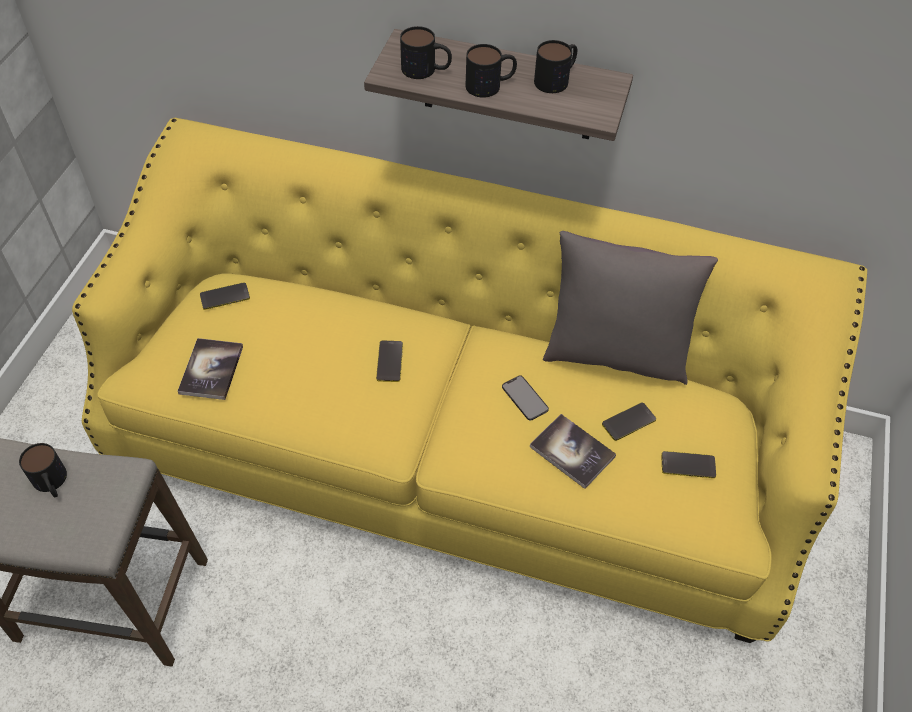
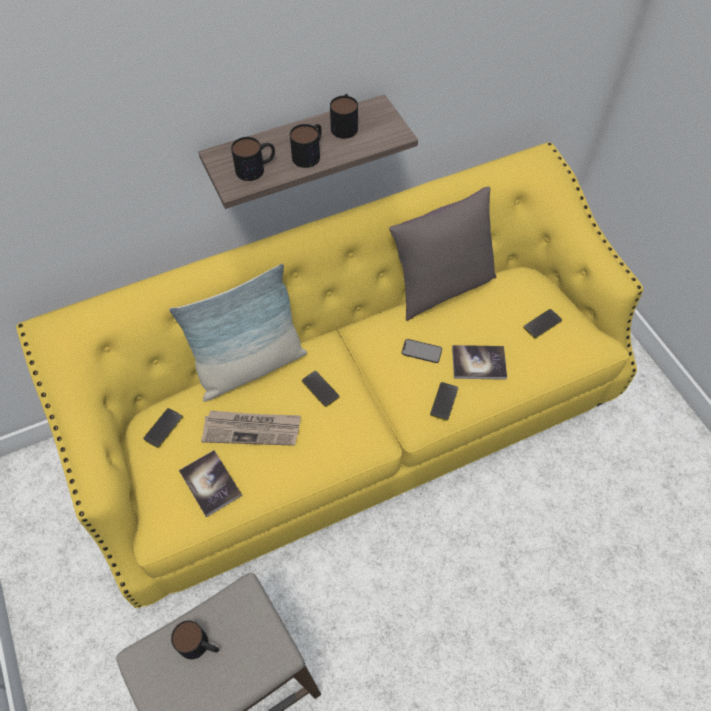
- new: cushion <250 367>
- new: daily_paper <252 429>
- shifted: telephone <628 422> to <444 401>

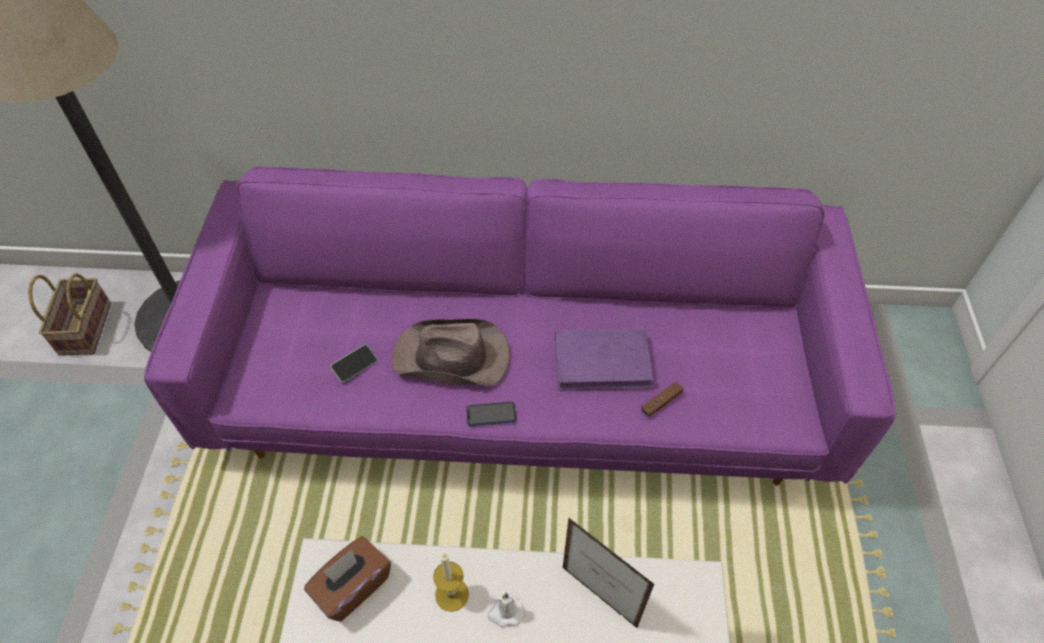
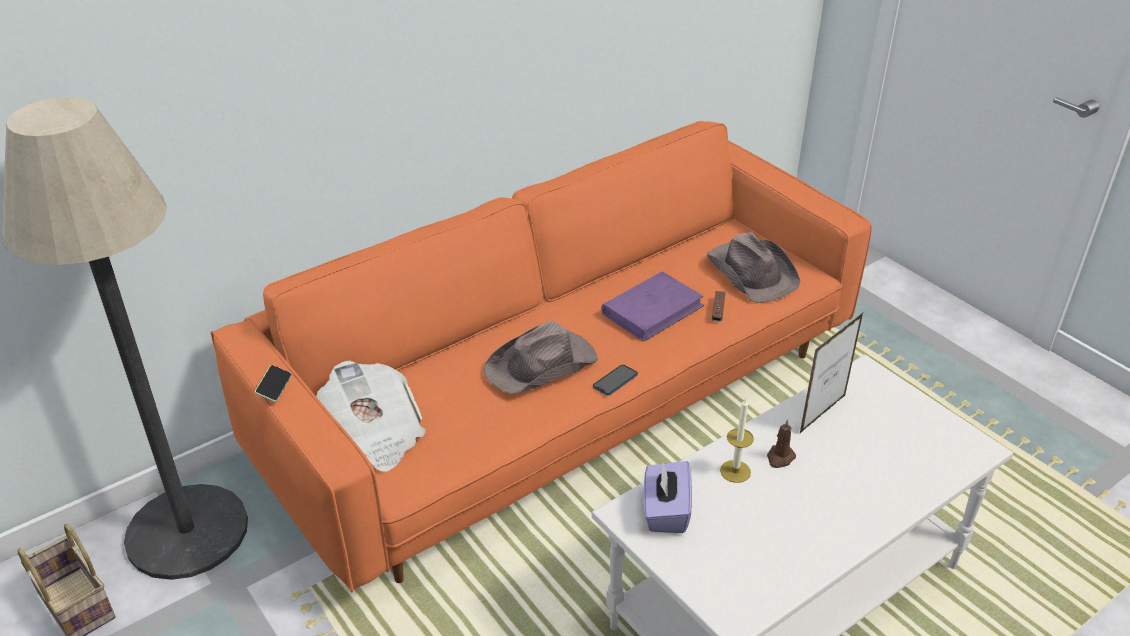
- repainted: purple-coloured_couch <522 386> to orange-coloured_couch <565 403>
- shifted: telephone <355 367> to <274 388>
- new: daily_paper <374 435>
- repainted: brown-coloured_tissue_holder <352 587> to purple-coloured_tissue_holder <665 512>
- new: brown-coloured_wearable_hat <752 272>
- repainted: whitish_wax_candle <505 613> to brown-coloured_wax_candle <780 458>
- rotated: standing_frame <599 597> = <823 414> 45 degrees counterclockwise

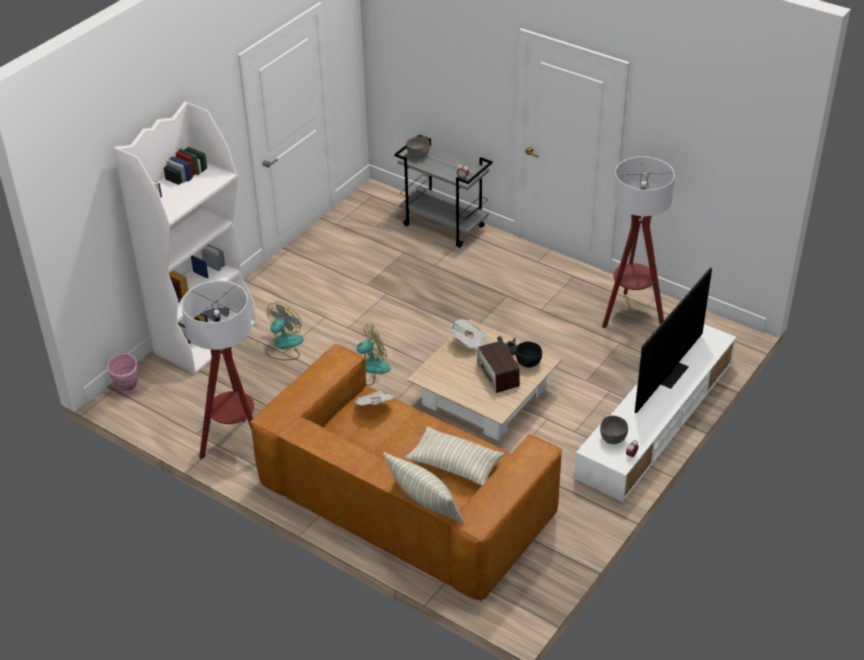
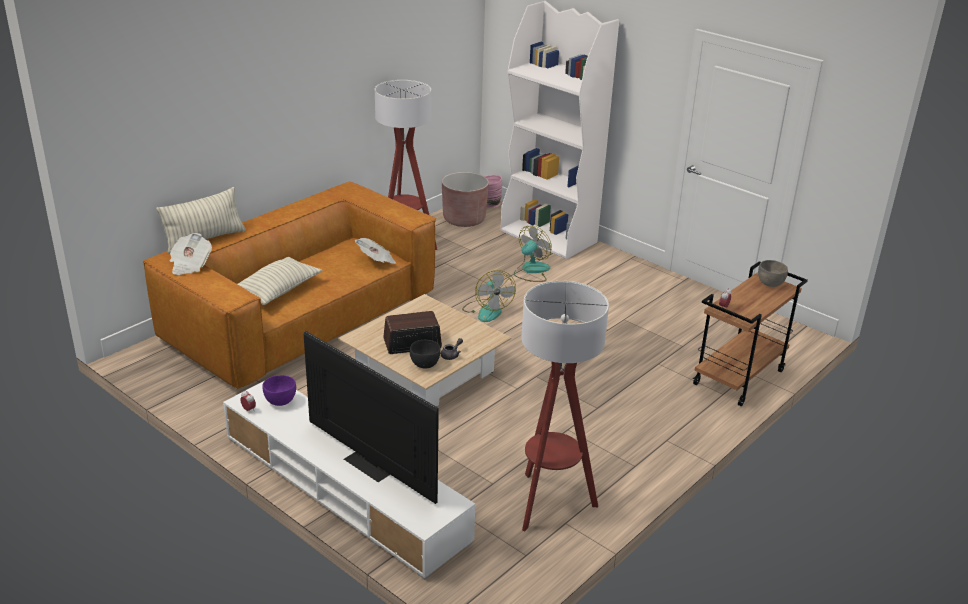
- shifted: daily_paper <471 343> to <190 265>
- repainted: gray_deep_dish <612 439> to purple-coloured_deep_dish <280 401>
- new: brown-coloured_flower_pot <464 219>
- rotated: fan <284 345> = <531 271> 90 degrees counterclockwise
- repainted: gray_trolley <445 226> to brown-coloured_trolley <739 378>

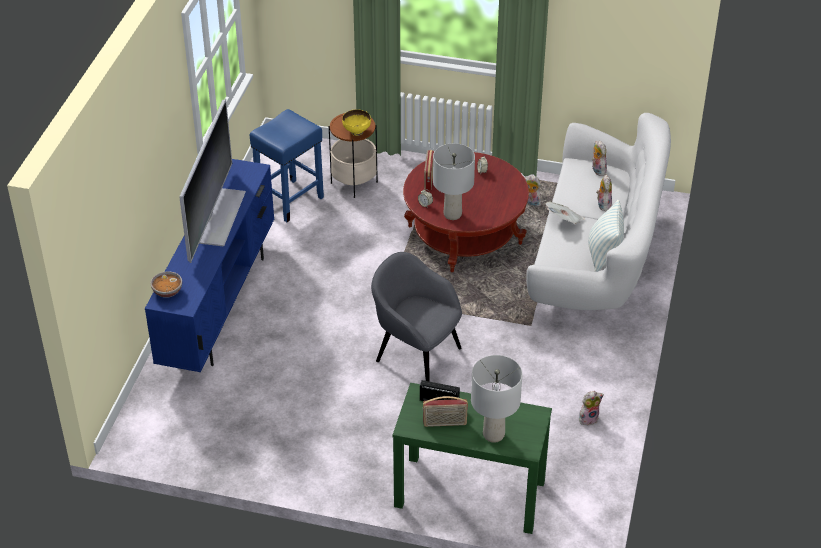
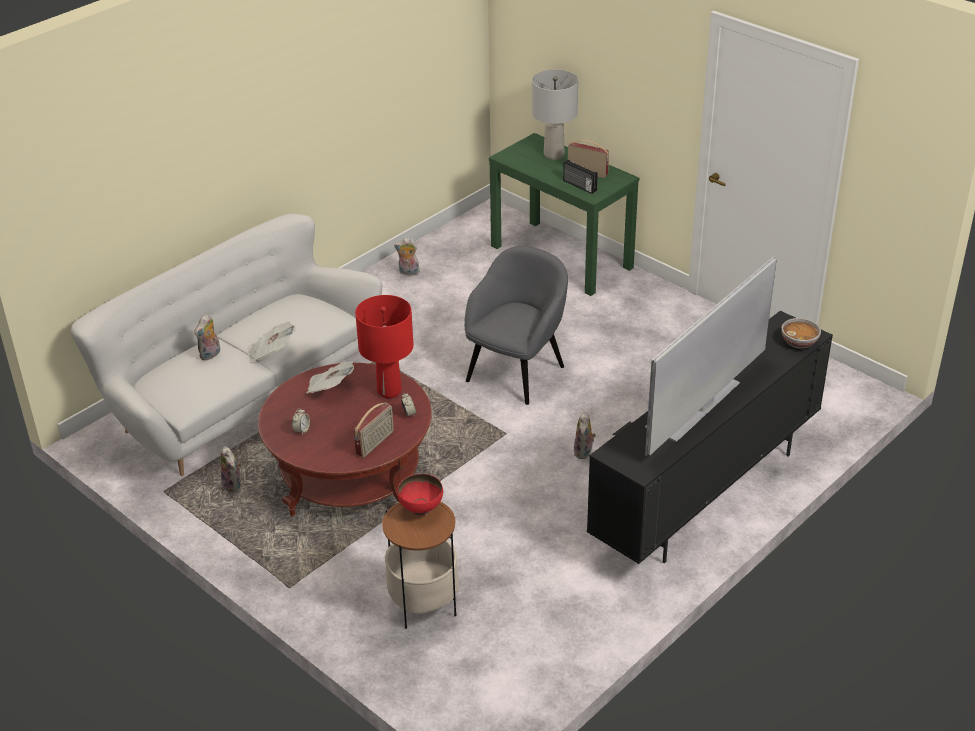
- new: daily_paper <330 388>
- repainted: gray_lamp_for_a_table <452 214> to red-coloured_lamp_for_a_table <389 391>
- repainted: yellowish_deep_dish <356 132> to red-coloured_deep_dish <421 509>
- rotated: gray_easy_chair <416 353> = <516 372> 120 degrees counterclockwise
- shifted: plush_toy <597 170> to <584 452>
- repainted: blue_tv_unit <219 306> to black-coloured_tv_unit <705 495>
- gone: blue_stool <290 200>
- gone: cushion <603 255>

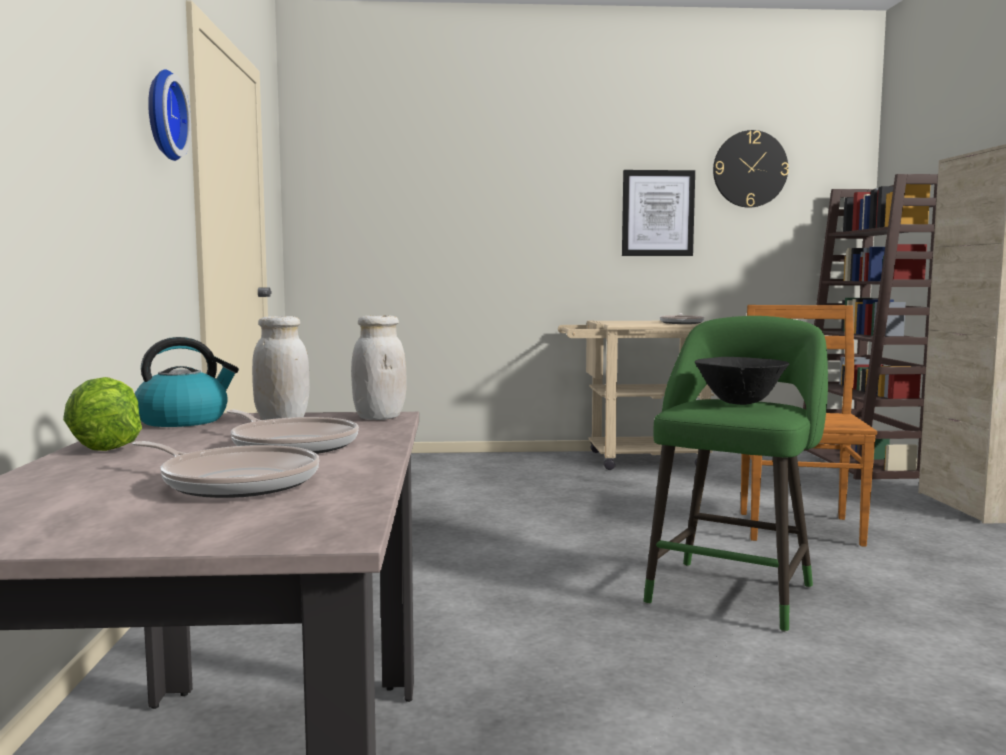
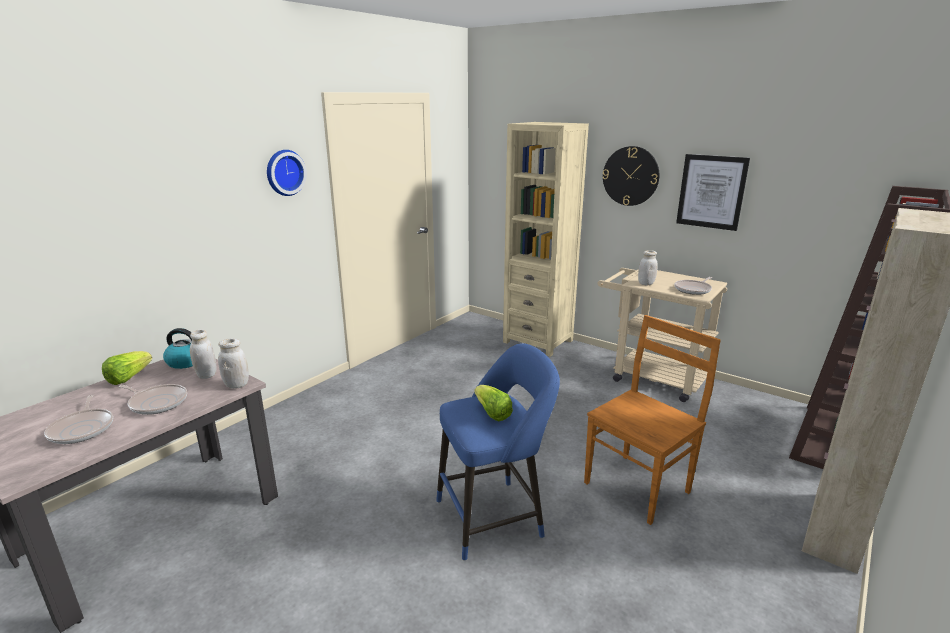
- rotated: pan <292 445> = <157 402> 60 degrees counterclockwise
- repainted: green-coloured_stool <733 591> to blue_stool <494 517>
- swapped: black-coloured_deep_dish <740 403> to head_of_lettuce <492 413>
- new: sand-coloured_bookshelf <538 341>
- shifted: hanging_clock <750 169> to <630 176>
- new: whitish_preserve_jar <646 283>

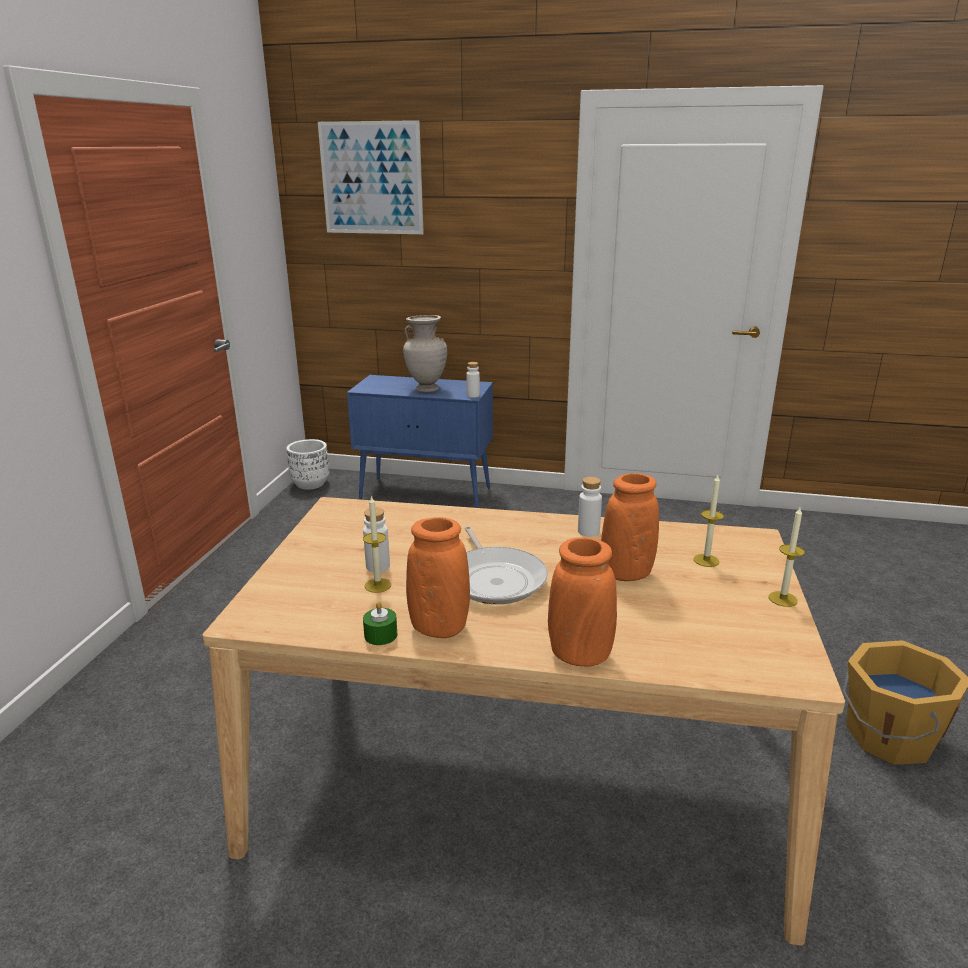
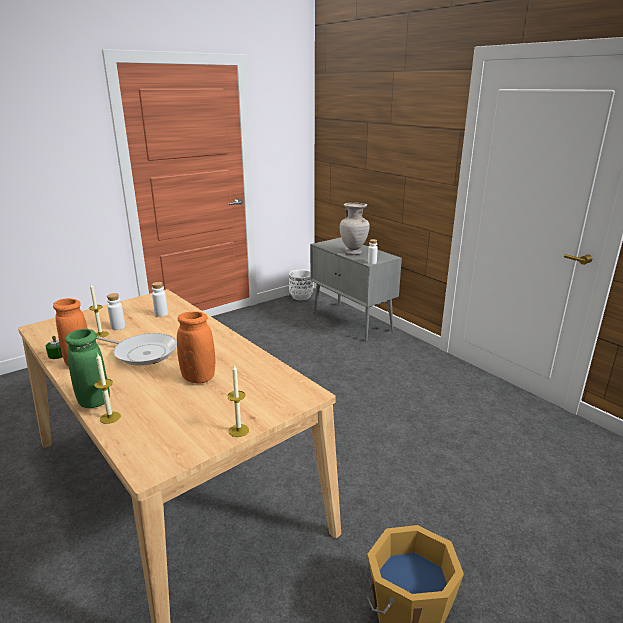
- repainted: orange-coloured_flower_vase <579 655> to green-coloured_flower_vase <94 401>
- shifted: wax_candle <706 560> to <110 417>
- rotated: pan <495 579> = <143 353> 90 degrees counterclockwise
- shifted: whitish_beverage_bottle <588 531> to <161 314>
- repainted: blue_cupboard <426 493> to gray_cupboard <352 322>
- gone: wall_art <371 178>

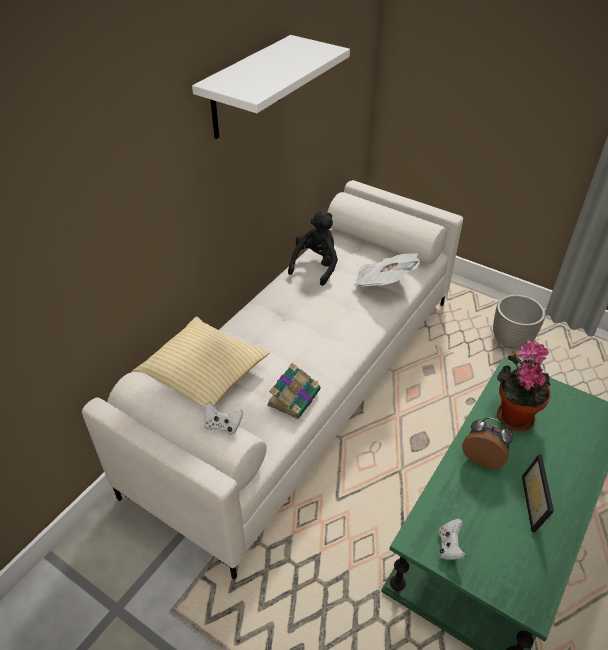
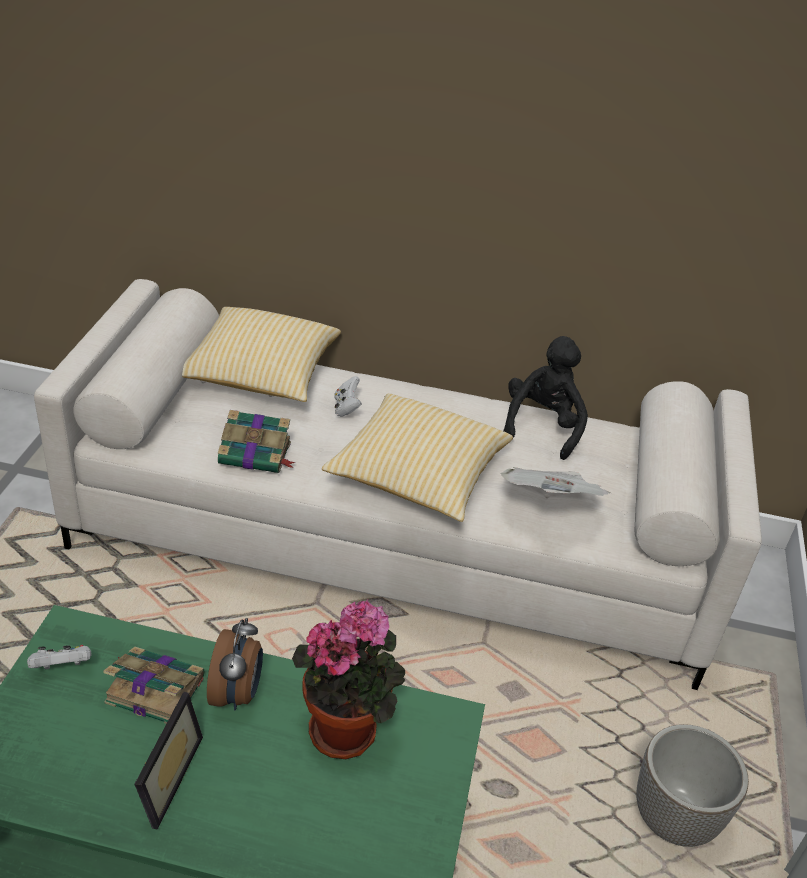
- new: bound_book <153 689>
- rotated: standing_frame <538 504> = <162 776> 120 degrees clockwise
- new: cushion <417 476>
- shifted: whitish_gamepad <223 426> to <346 408>
- rotated: black-coloured_plush_toy <316 266> = <542 427> 75 degrees counterclockwise
- gone: whitish_wall_shelf <246 88>

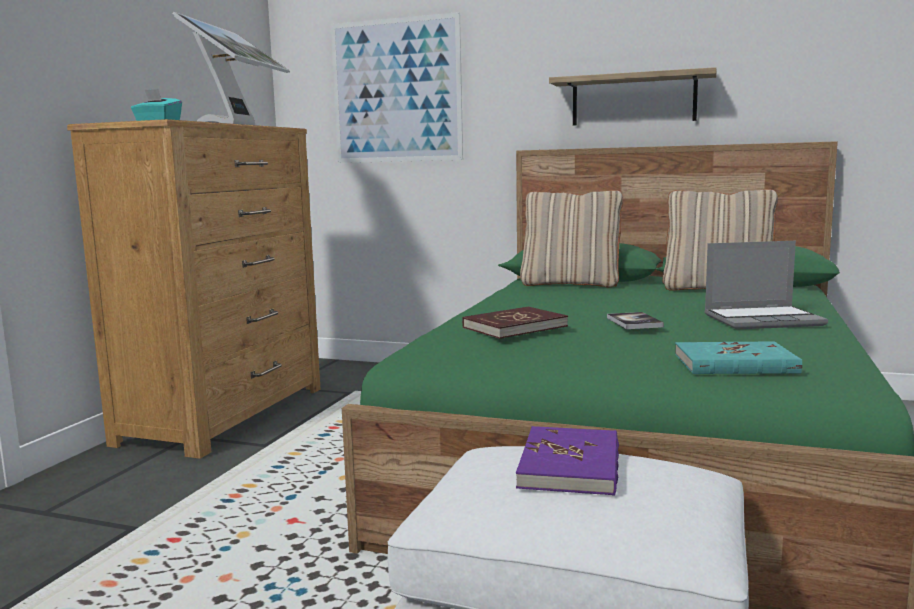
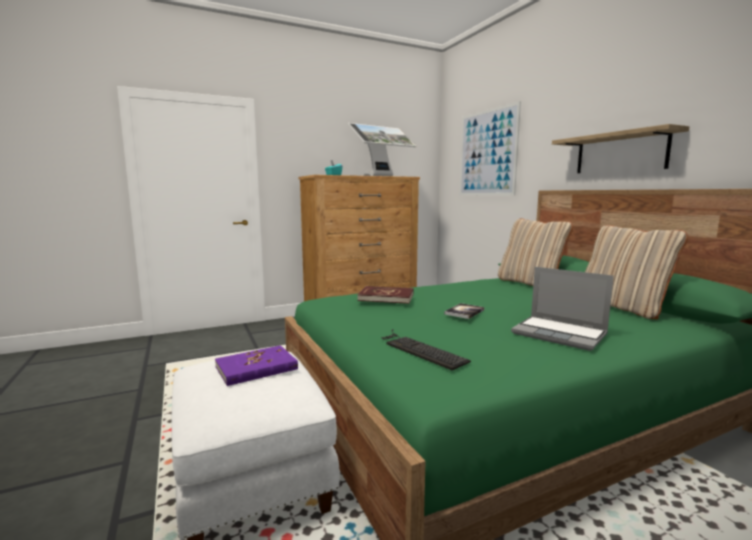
- swapped: turquoise_bound_book <735 364> to keyboard <418 349>

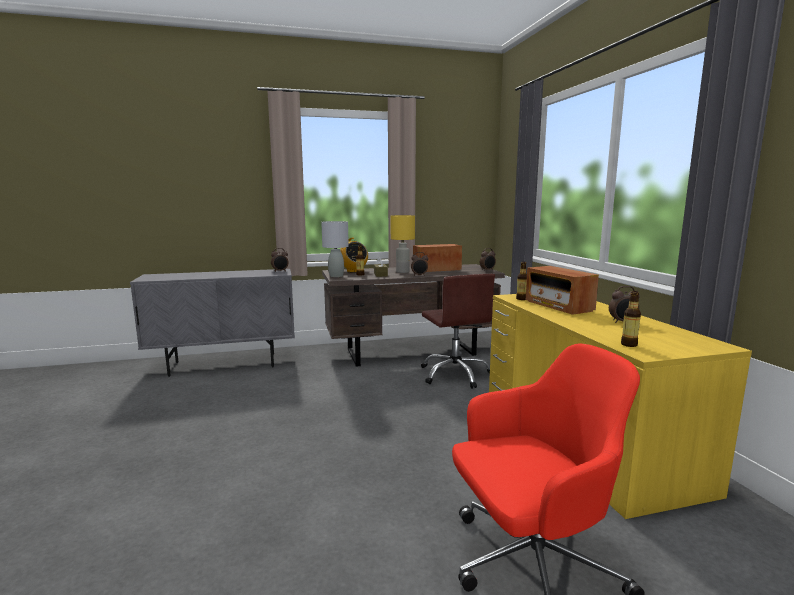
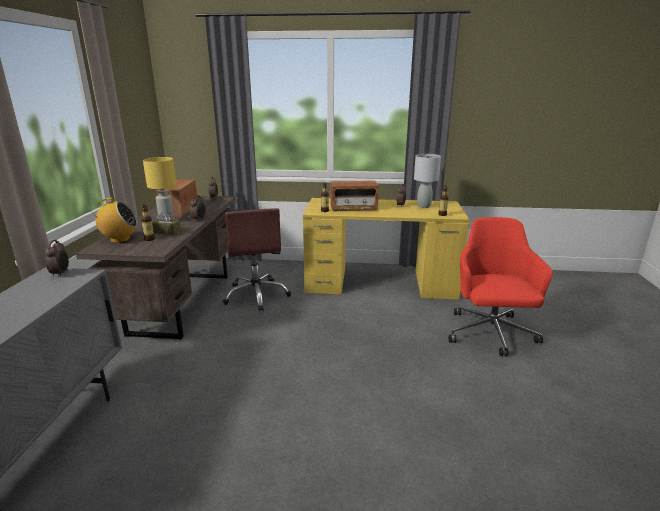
- rotated: brown-coloured_computer_chair <455 374> = <257 295> 75 degrees clockwise
- shifted: gray_lamp_for_a_table <336 276> to <423 206>

